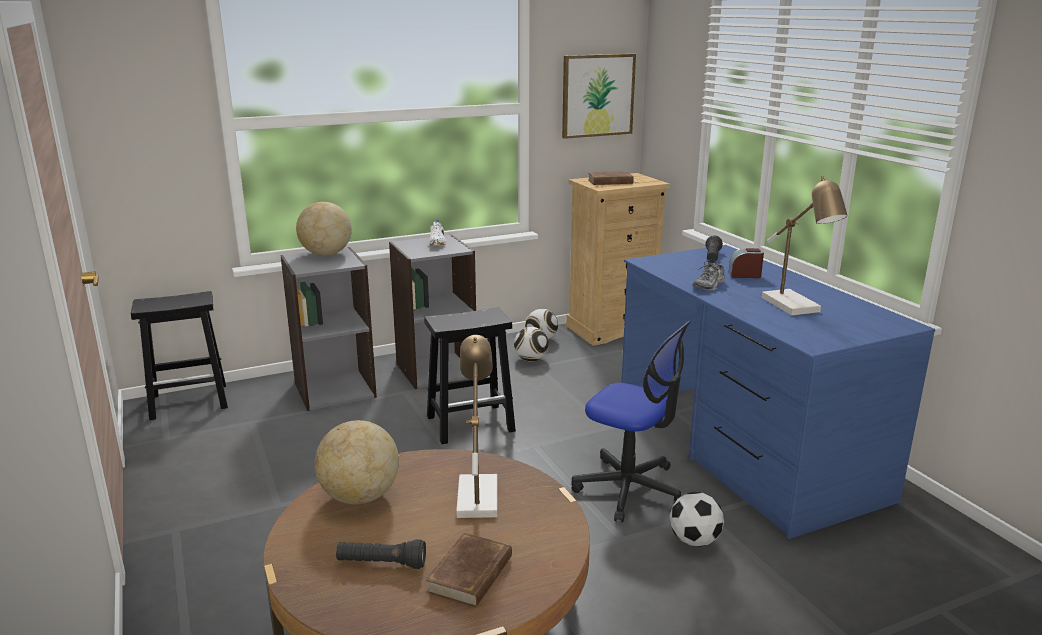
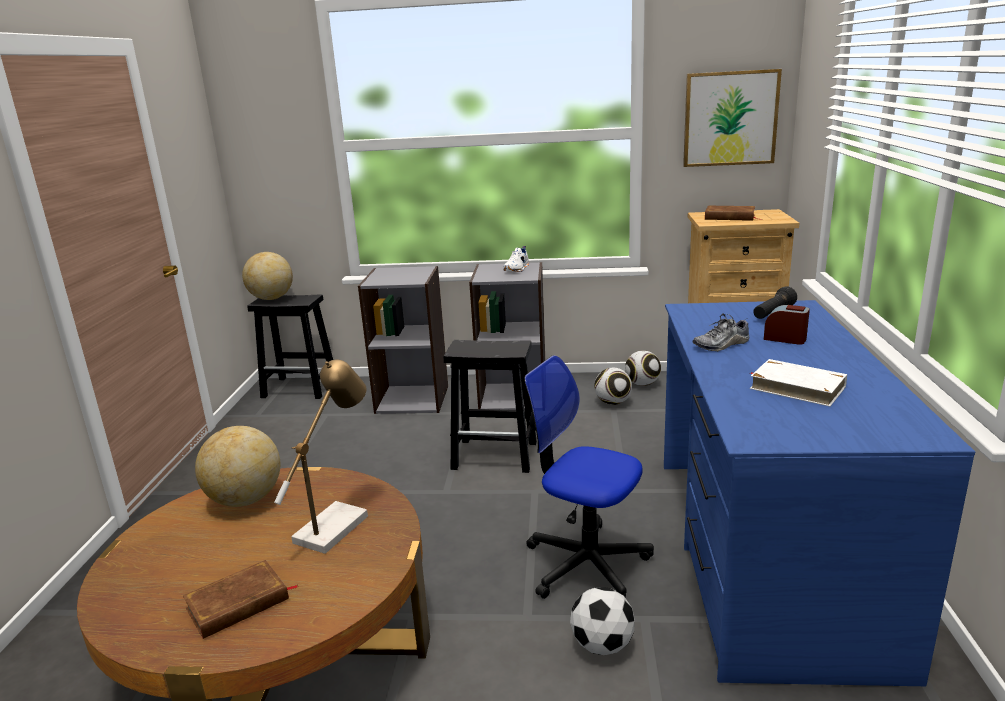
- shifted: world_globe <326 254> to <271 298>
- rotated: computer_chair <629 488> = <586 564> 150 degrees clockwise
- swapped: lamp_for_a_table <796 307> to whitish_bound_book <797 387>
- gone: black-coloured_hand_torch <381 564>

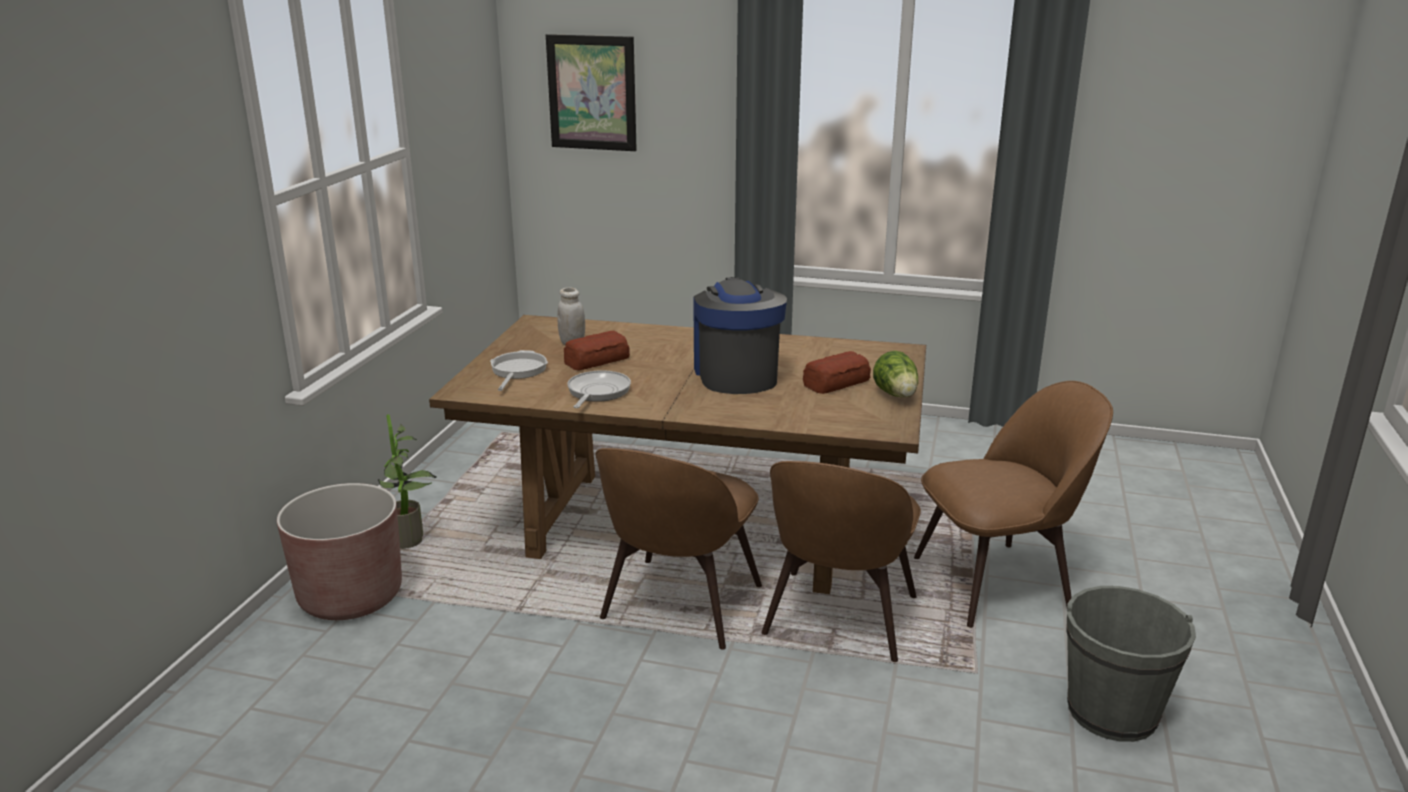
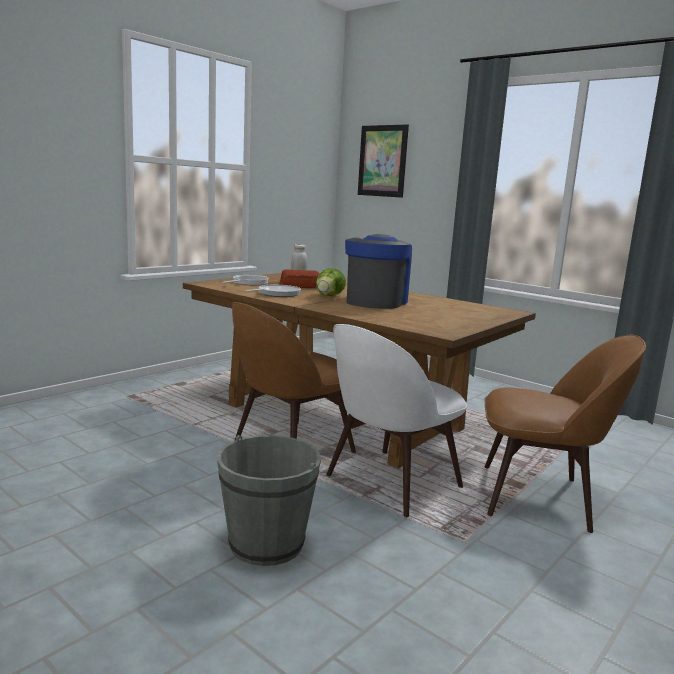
- shifted: gray_pail <1112 712> to <266 544>
- shifted: head_of_lettuce <897 395> to <328 296>
- repainted: brown-coloured_plain_chair <838 620> to whitish_plain_chair <389 483>
- gone: brown-coloured_flower_pot <350 596>
- gone: potted_plant <412 541>
- gone: baked_bread <837 382>

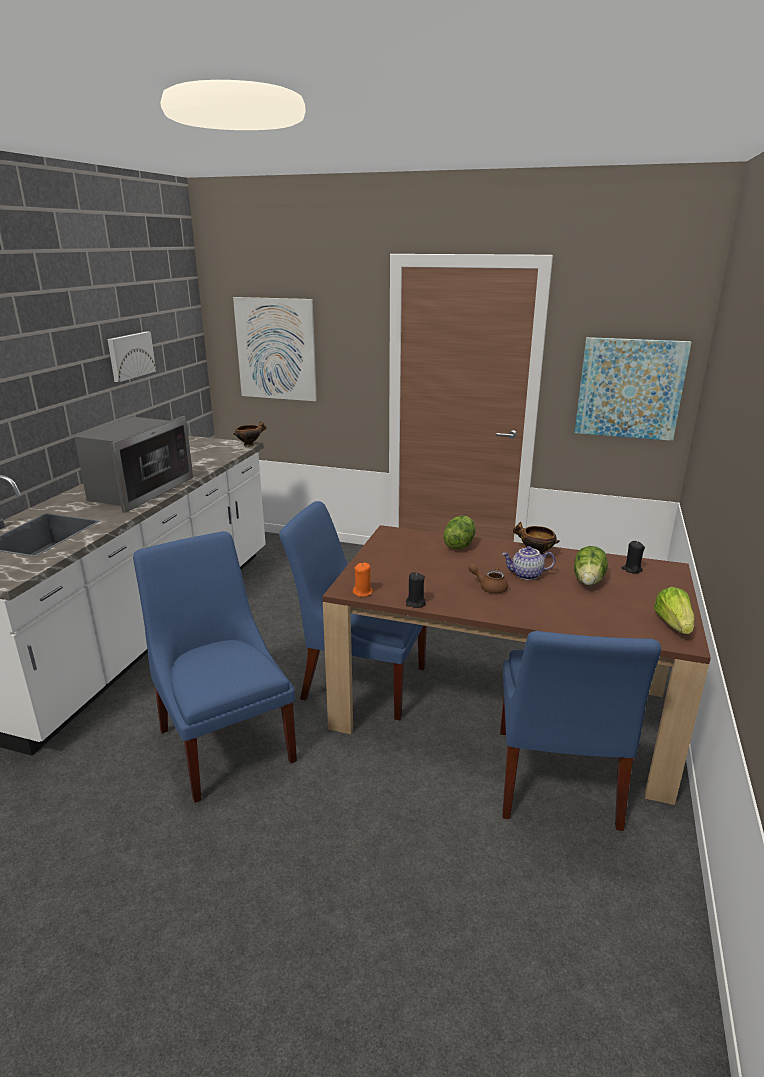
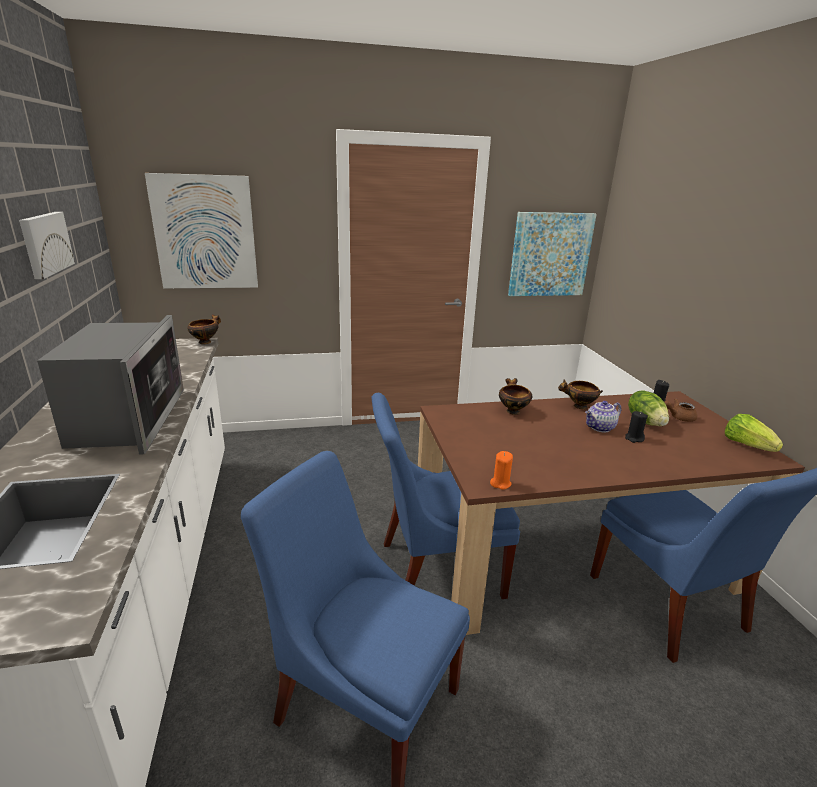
- swapped: head_of_lettuce <459 544> to deep_dish <512 411>
- shifted: black-coloured_wax_candle <415 603> to <634 438>
- shifted: brown-coloured_pot_for_tea <489 587> to <678 417>

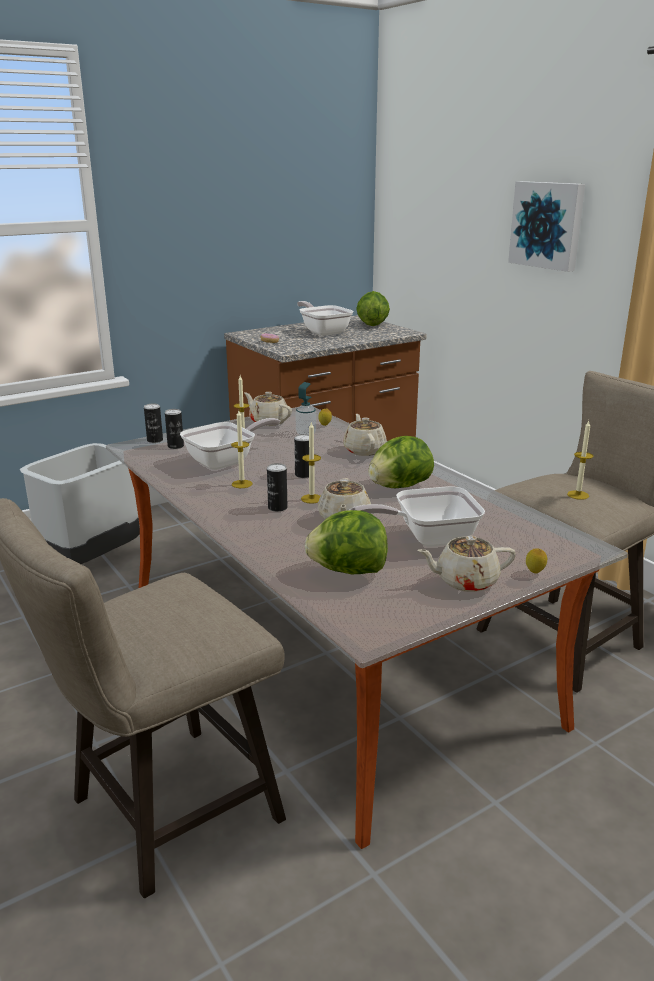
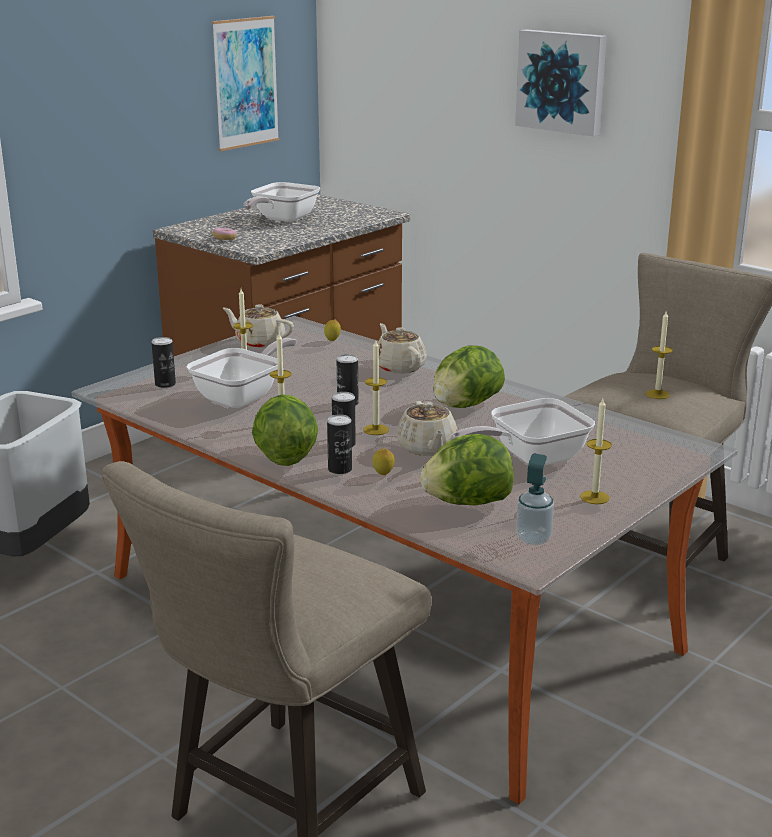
- new: wall_art <245 83>
- rotated: pan <323 332> = <281 219> 105 degrees counterclockwise
- shifted: head_of_lettuce <372 325> to <284 457>
- shifted: sealed_can <155 440> to <340 469>
- shifted: citrus_fruit <534 573> to <383 475>
- shifted: soap_dispenser <306 433> to <533 539>
- swapped: sand-coloured_pot_for_tea <465 581> to wax_candle <594 497>

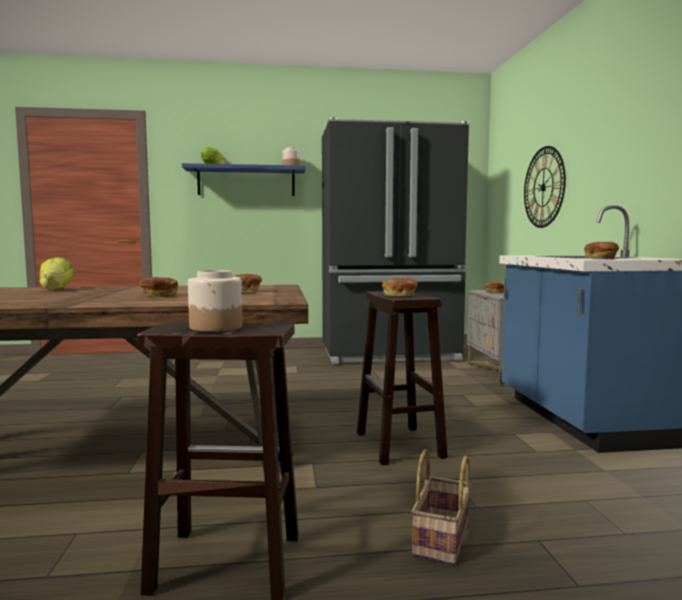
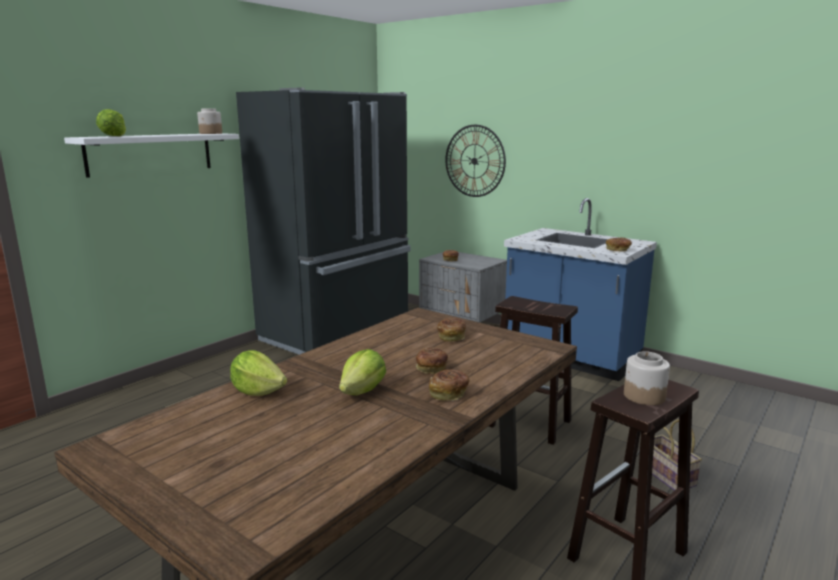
- repainted: blue_wall_shelf <246 182> to whitish_wall_shelf <150 153>
- new: head_of_lettuce <363 391>
- shifted: baked_bread <400 296> to <448 394>

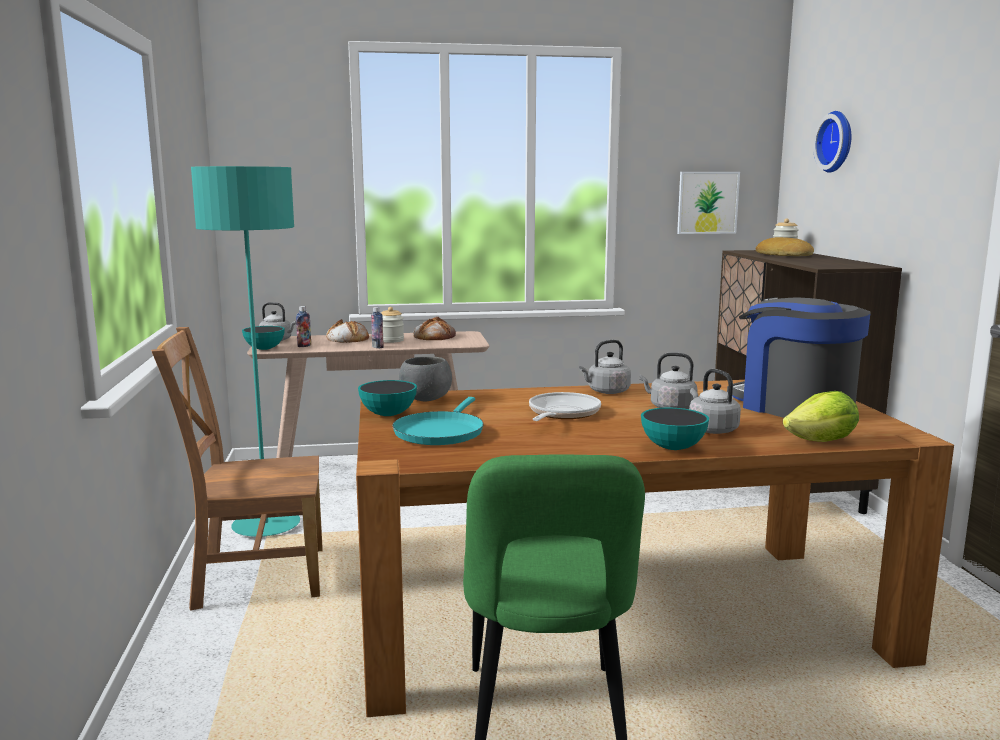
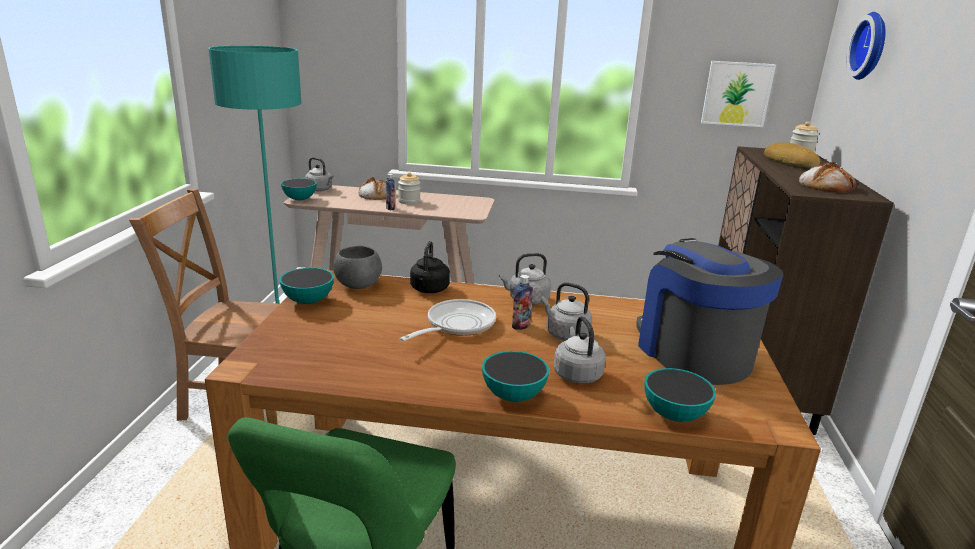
- new: black-coloured_tea_kettle <429 290>
- shifted: beverage_bottle <304 346> to <521 326>
- swapped: head_of_lettuce <822 441> to deep_dish <674 415>
- shifted: baked_bread <434 336> to <826 185>
- gone: turquoise_pan <440 432>

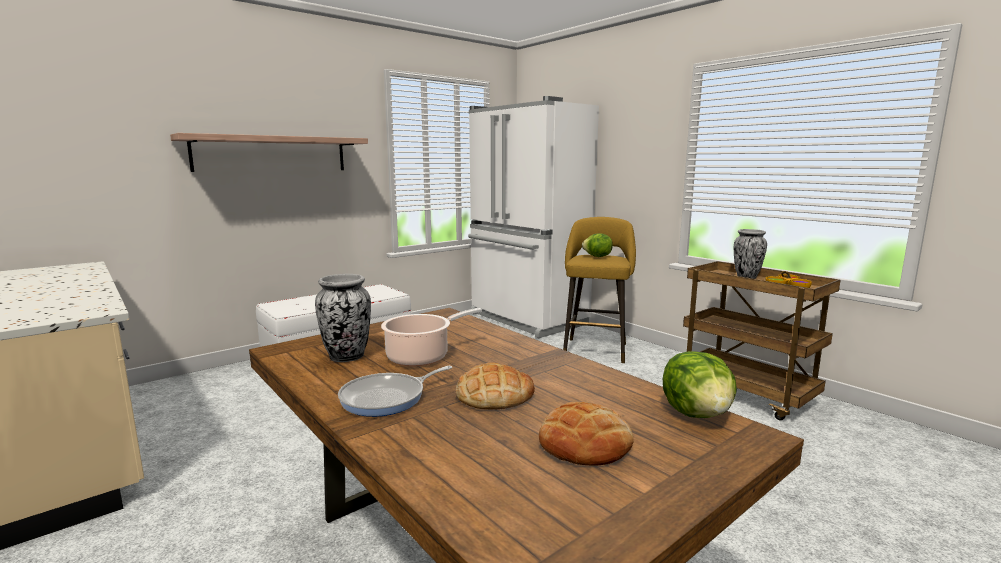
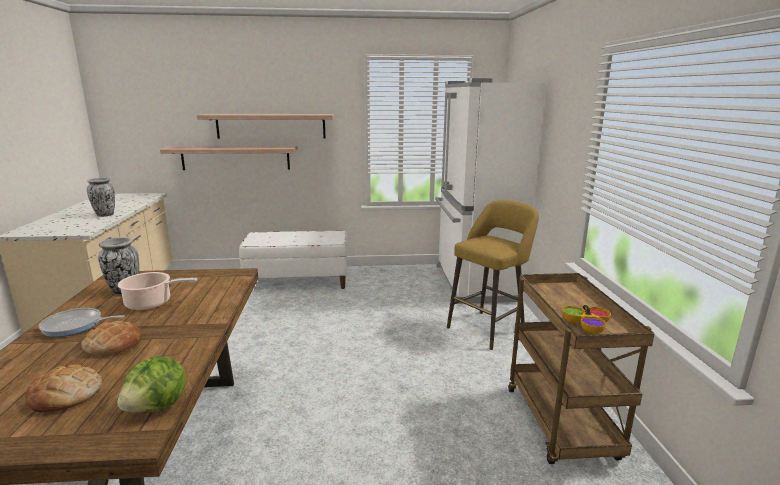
- shifted: flower_vase <746 277> to <105 215>
- new: wall_shelf <235 157>
- gone: head_of_lettuce <597 257>

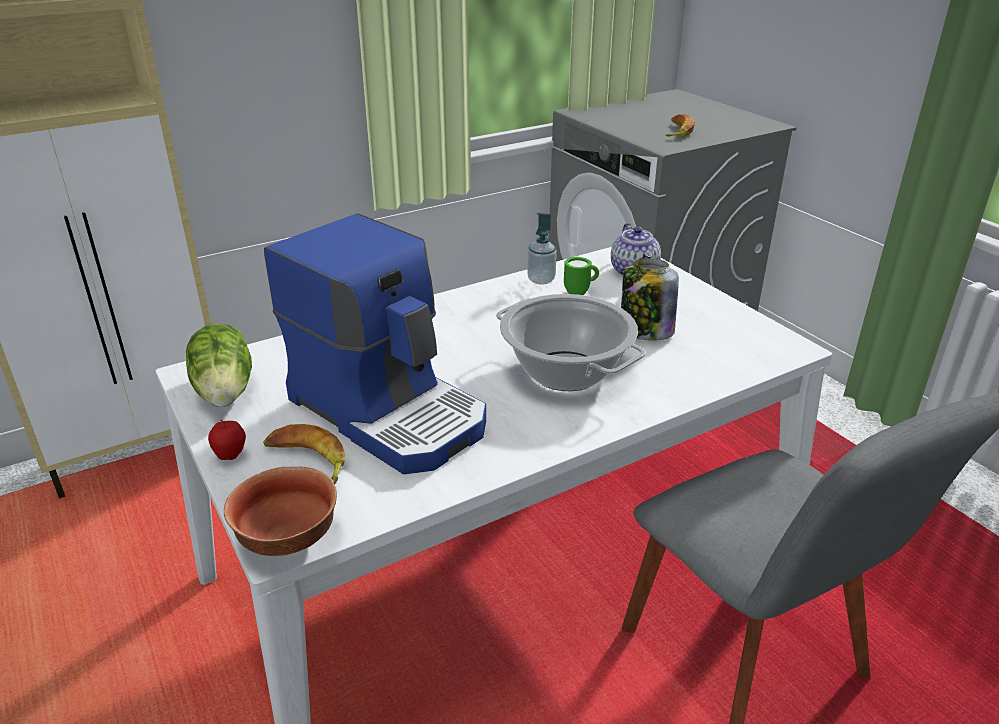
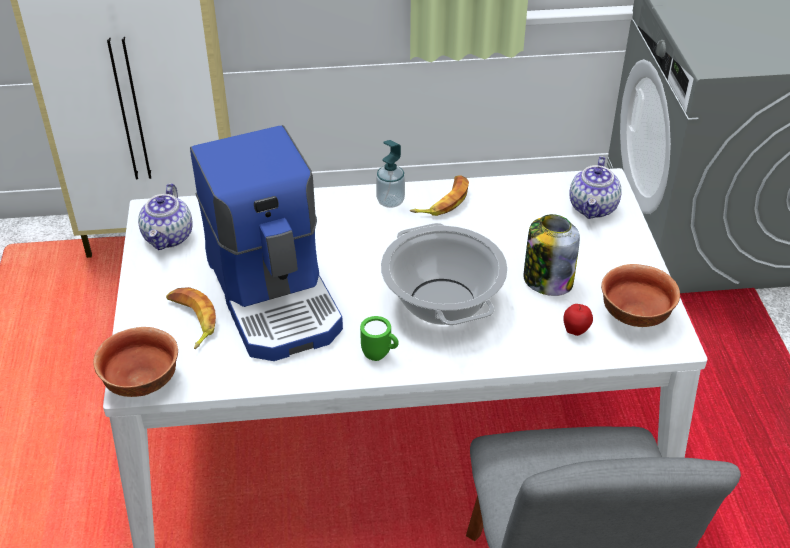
- swapped: head_of_lettuce <226 391> to pot_for_tea <169 237>
- shifted: green-coloured_mug <580 293> to <380 355>
- shifted: soap_dispenser <541 280> to <390 201>
- shifted: banana_fruit <677 131> to <443 201>
- shifted: whole_apple <231 456> to <575 331>
- new: deep_dish <633 315>

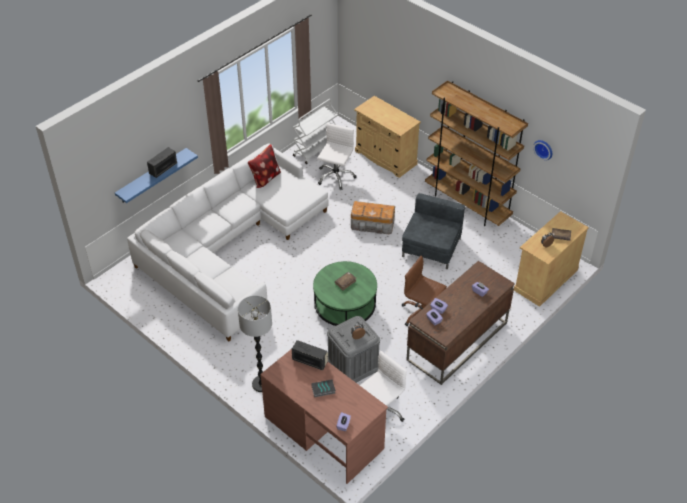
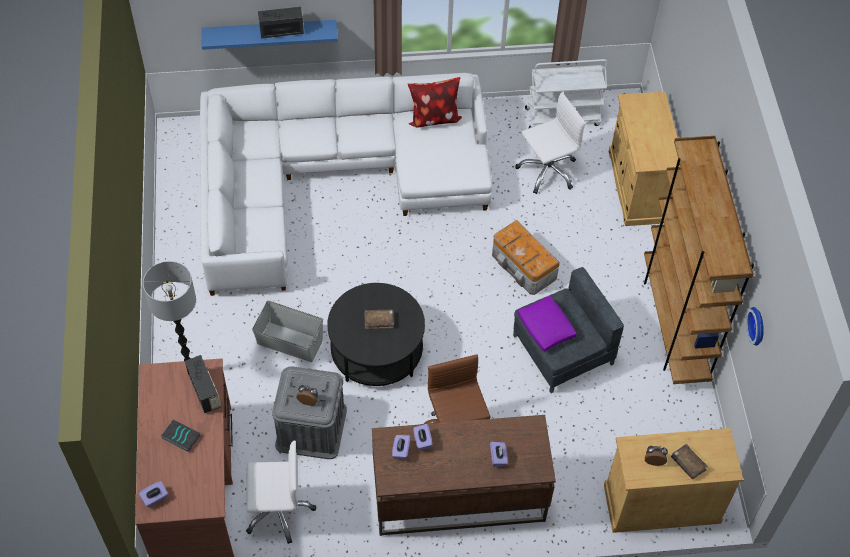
- new: gray_storage_bin <289 341>
- repainted: green-coloured_lounge_table <345 307> to black-coloured_lounge_table <376 350>
- new: purple-coloured_cushion <546 328>

